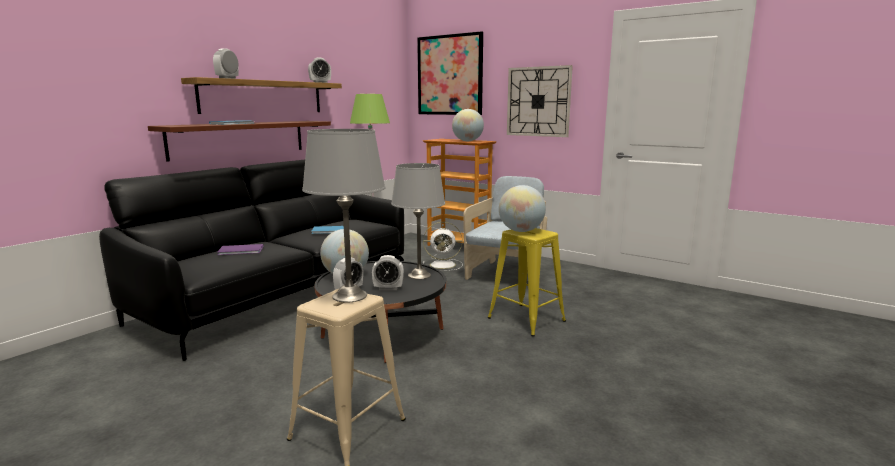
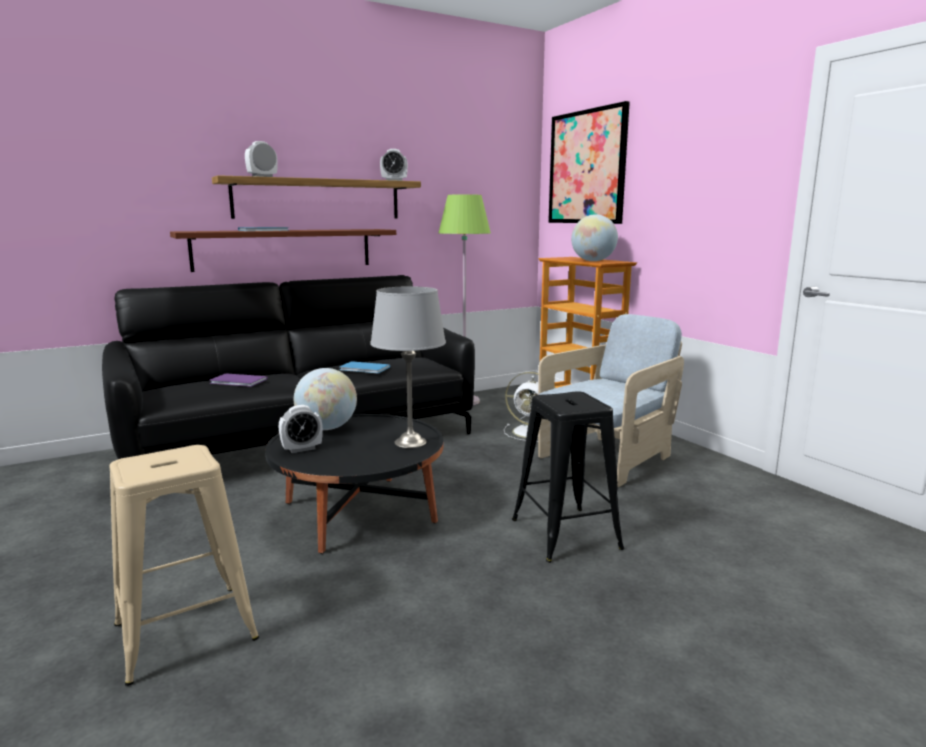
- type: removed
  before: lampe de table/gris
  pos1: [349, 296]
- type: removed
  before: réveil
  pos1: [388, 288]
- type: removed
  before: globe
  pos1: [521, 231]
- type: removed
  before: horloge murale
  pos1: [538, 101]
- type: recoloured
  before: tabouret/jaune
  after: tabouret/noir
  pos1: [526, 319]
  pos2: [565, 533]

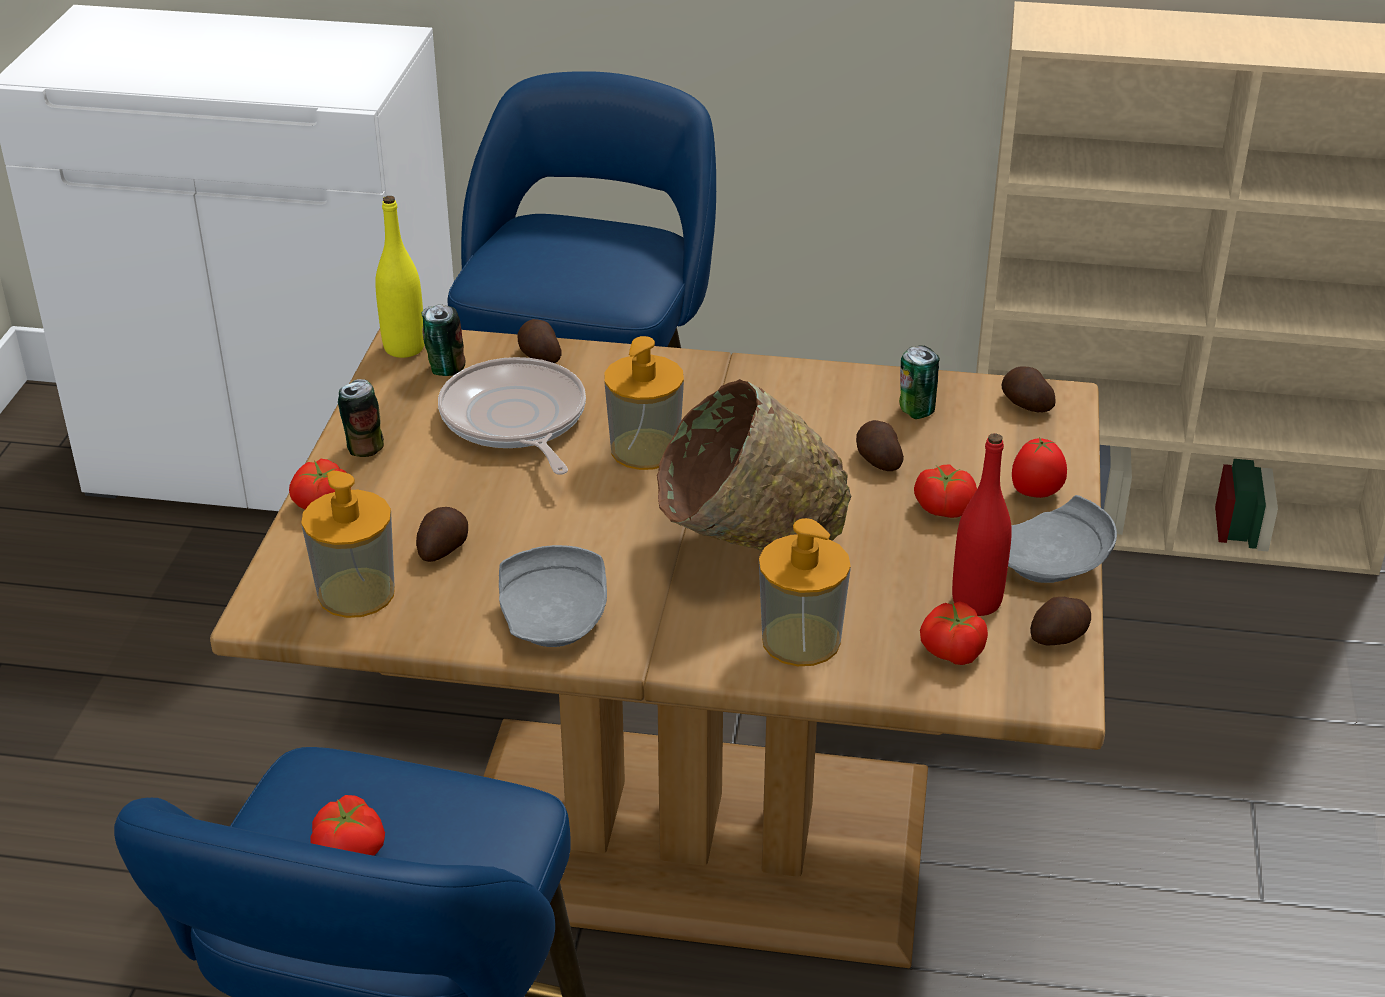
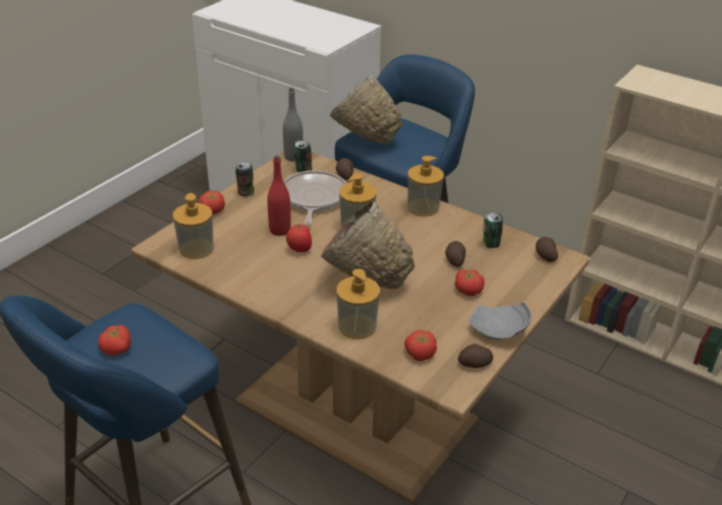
- type: removed
  before: pomme de terre
  pos1: [442, 548]
- type: removed
  before: assiette/gris
  pos1: [555, 618]
- type: added
  after: bol/marron
  pos2: [363, 140]
- type: added
  after: distributeur de savon
  pos2: [423, 207]
- type: moved
  before: bouteille/rouge
  pos1: [976, 602]
  pos2: [280, 230]
- type: moved
  before: tomate
  pos1: [1036, 494]
  pos2: [299, 250]
- type: recoloured
  before: bouteille/jaune
  after: bouteille/gris
  pos1: [404, 348]
  pos2: [293, 157]

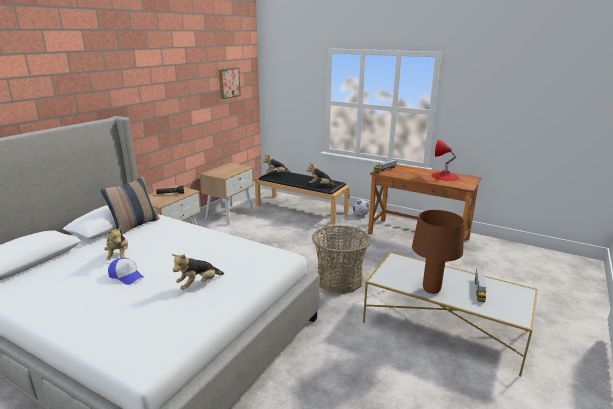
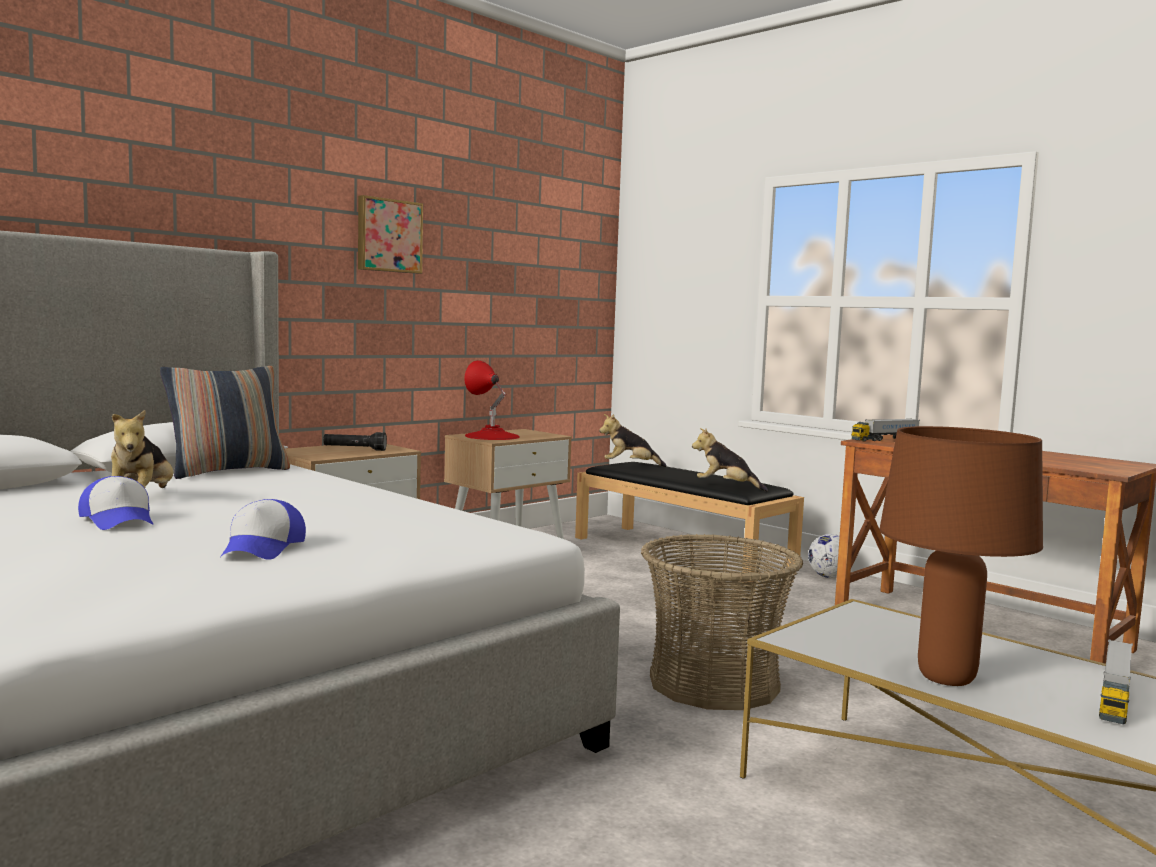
- type: moved
  before: tableau
  pos1: [228, 83]
  pos2: [388, 235]
- type: moved
  before: lampe de table/rouge
  pos1: [445, 176]
  pos2: [492, 436]
- type: replaced
  before: peluche
  after: casquette
  pos1: [198, 284]
  pos2: [263, 548]

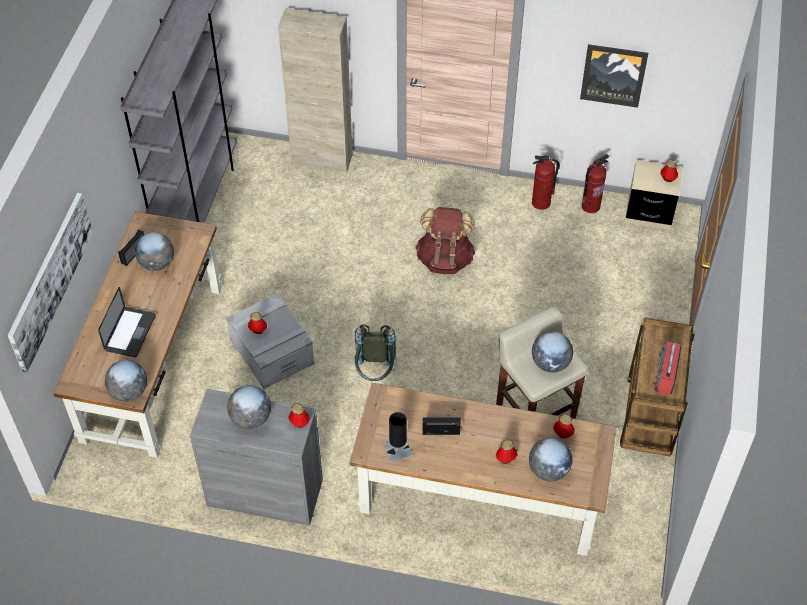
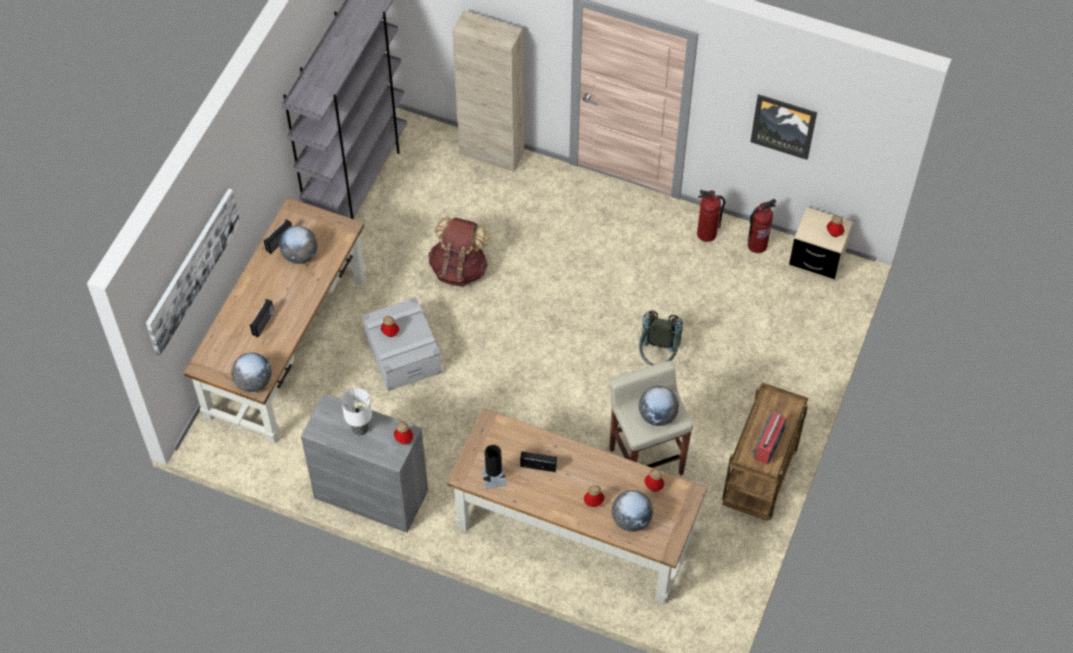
- type: moved
  before: sac à dos/gris
  pos1: [375, 373]
  pos2: [657, 357]
- type: moved
  before: sac à dos/marron
  pos1: [445, 259]
  pos2: [459, 268]
- type: replaced
  before: ordinateur portable
  after: radio
  pos1: [130, 333]
  pos2: [263, 323]
- type: replaced
  before: globe
  after: lampe de table
  pos1: [251, 418]
  pos2: [359, 428]

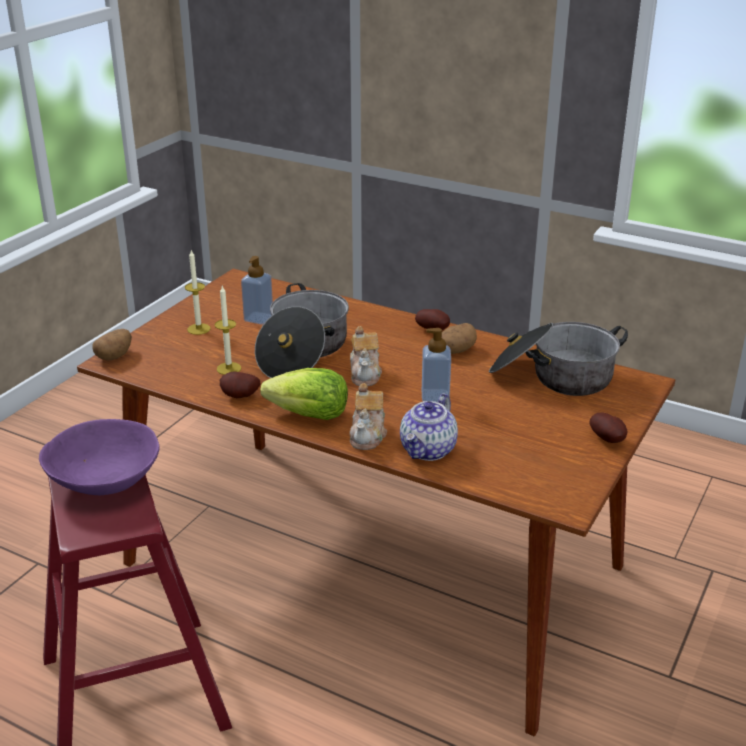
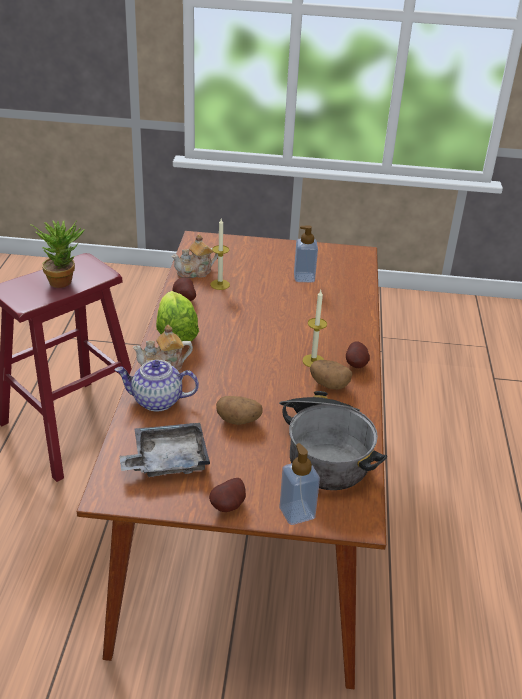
- type: removed
  before: marmite
  pos1: [303, 352]
- type: added
  after: plateau/gris
  pos2: [167, 460]
- type: moved
  before: pomme de terre
  pos1: [114, 356]
  pos2: [239, 420]
- type: moved
  before: bougie
  pos1: [199, 329]
  pos2: [313, 361]
- type: moved
  before: théière
  pos1: [365, 374]
  pos2: [195, 272]
- type: moved
  before: distributeur de savon
  pos1: [435, 397]
  pos2: [297, 513]
- type: replaced
  before: bol/violet
  after: plante en pot
  pos1: [104, 480]
  pos2: [64, 280]

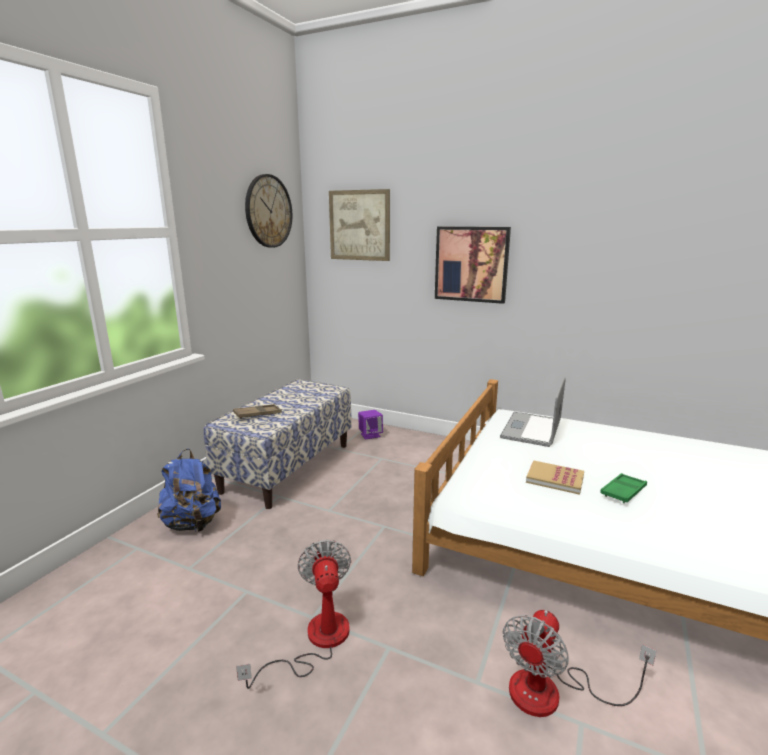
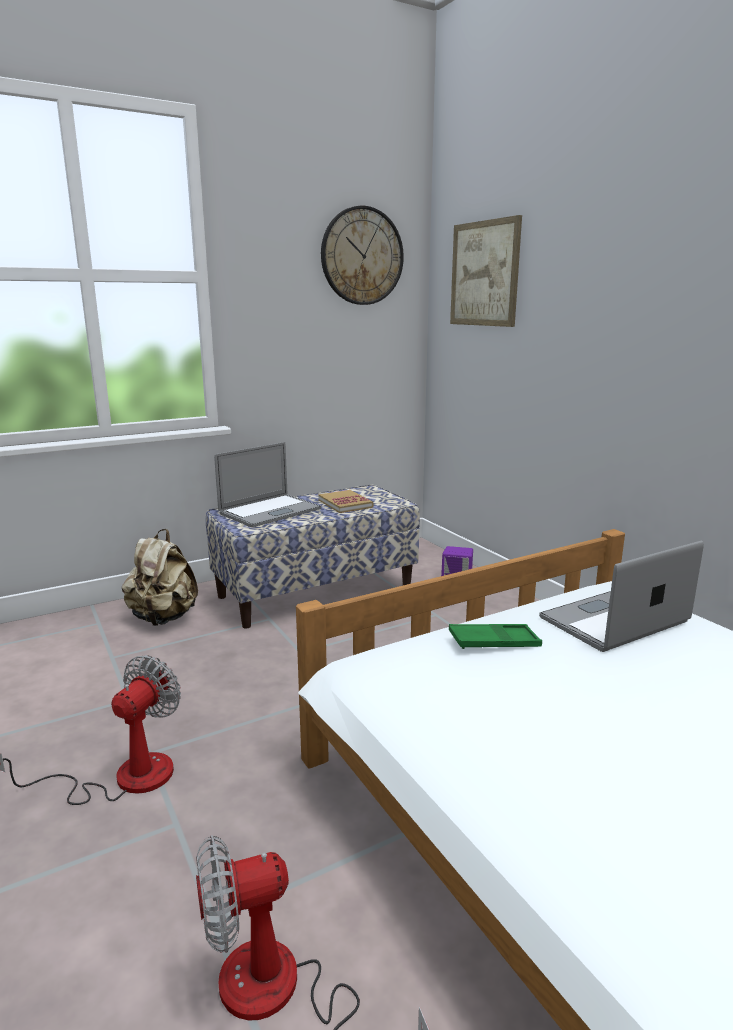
- type: removed
  before: tableau
  pos1: [471, 264]
- type: moved
  before: livre
  pos1: [555, 479]
  pos2: [345, 503]
- type: moved
  before: plateau/vert
  pos1: [623, 491]
  pos2: [494, 642]
- type: replaced
  before: plateau/marron
  after: ordinateur portable
  pos1: [257, 414]
  pos2: [270, 511]
- type: recoloured
  before: sac à dos/bleu
  after: sac à dos/beige
  pos1: [193, 524]
  pos2: [163, 618]

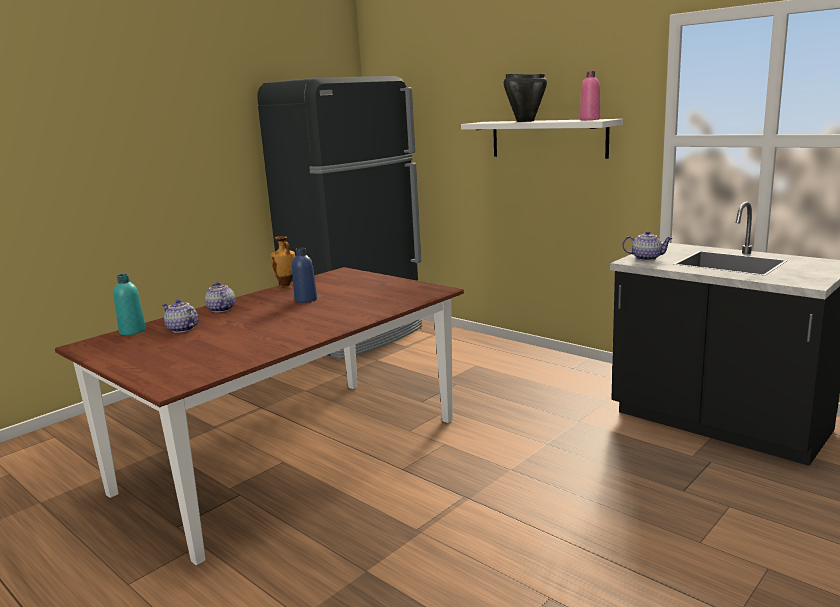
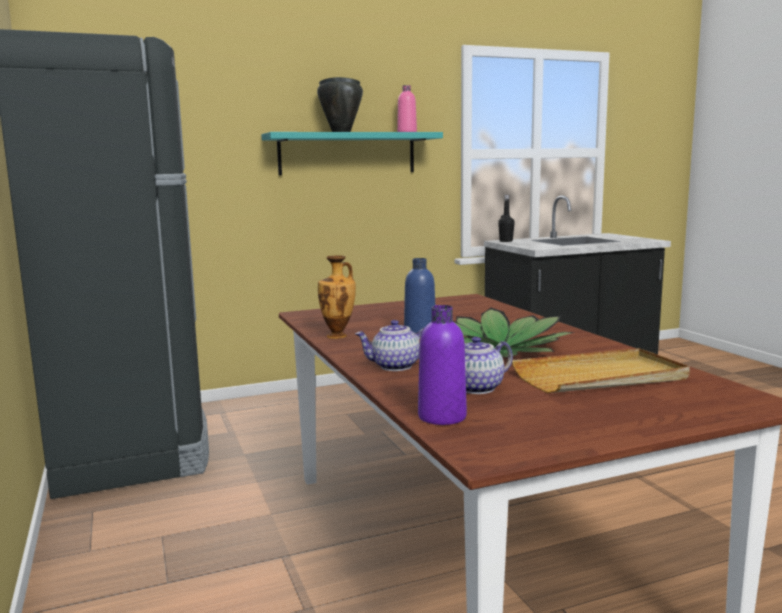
- type: removed
  before: théière
  pos1: [646, 258]
- type: added
  after: plante en pot
  pos2: [502, 349]
- type: added
  after: bouteille/noir
  pos2: [506, 241]
- type: added
  after: plateau/beige
  pos2: [601, 377]
- type: recoloured
  before: bouteille/turquoise
  after: bouteille/violet
  pos1: [132, 331]
  pos2: [442, 417]
- type: recoloured
  before: étagère/blanc
  after: étagère/turquoise
  pos1: [548, 139]
  pos2: [347, 153]

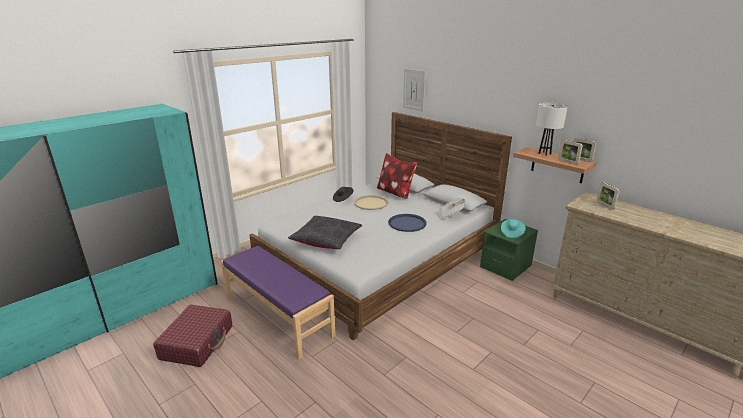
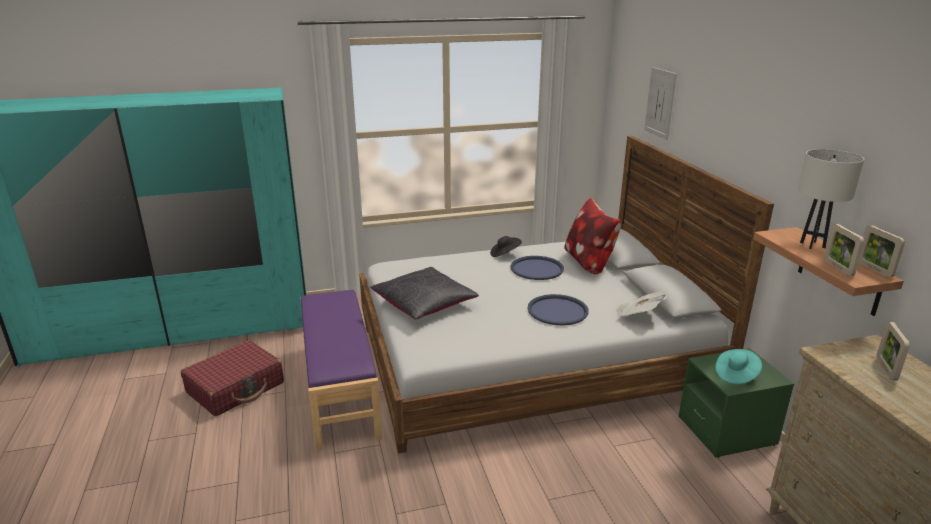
- type: recoloured
  before: plateau/beige
  after: plateau/bleu
  pos1: [371, 203]
  pos2: [536, 269]

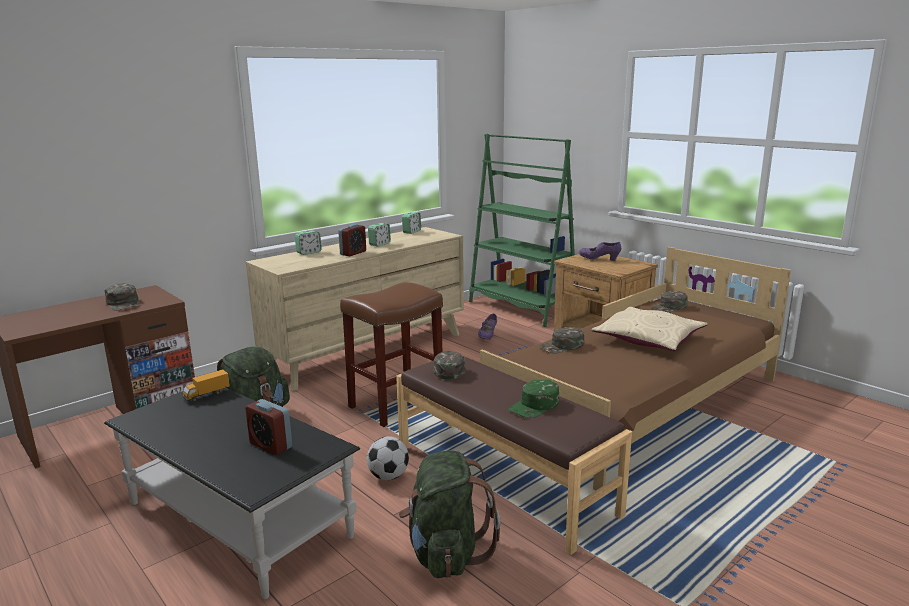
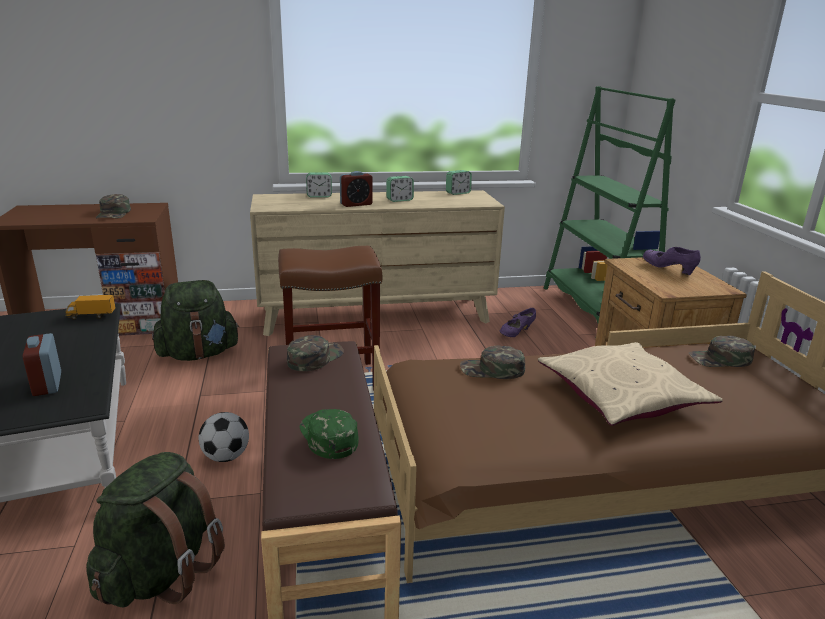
- type: turned
  before: casquette/vert
  pos1: [535, 406]
  pos2: [327, 437]
  turn: 75

